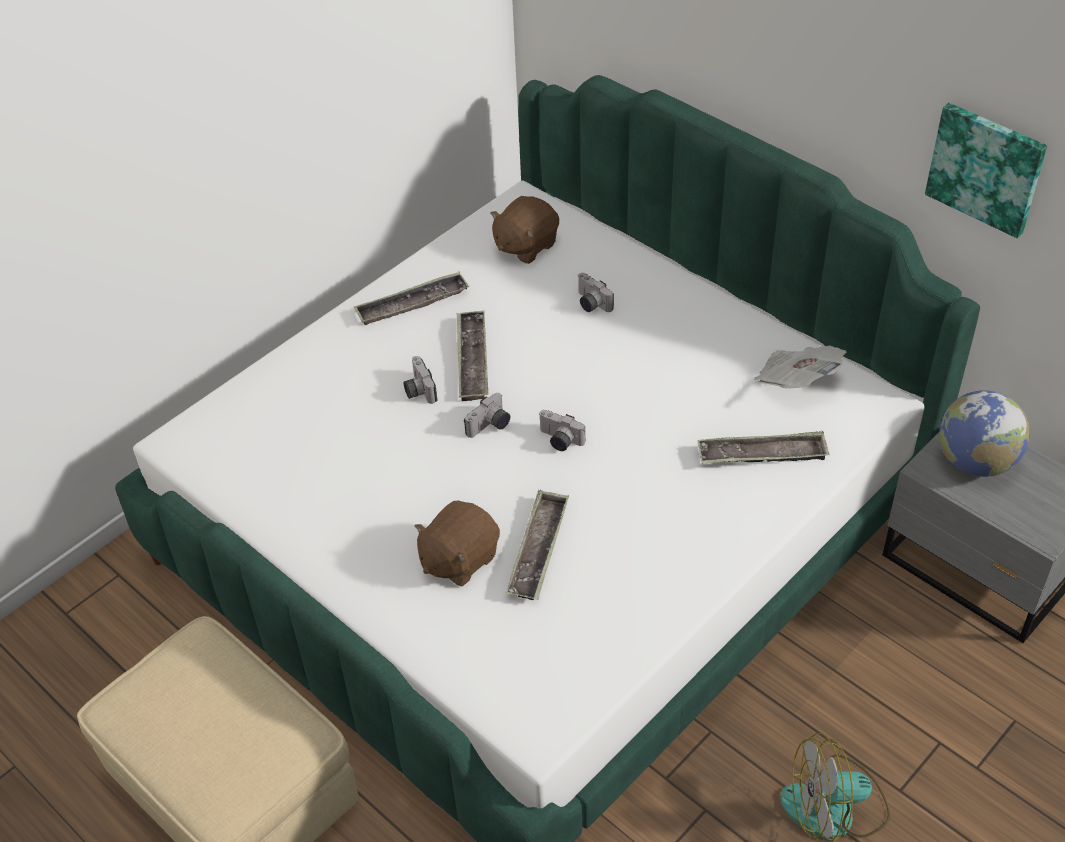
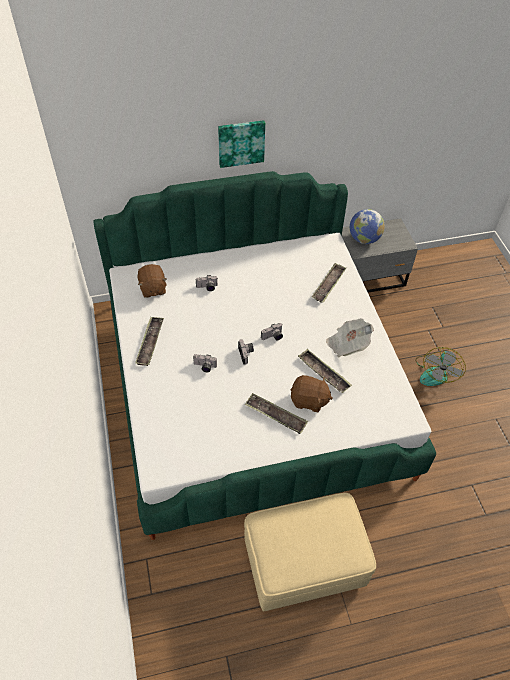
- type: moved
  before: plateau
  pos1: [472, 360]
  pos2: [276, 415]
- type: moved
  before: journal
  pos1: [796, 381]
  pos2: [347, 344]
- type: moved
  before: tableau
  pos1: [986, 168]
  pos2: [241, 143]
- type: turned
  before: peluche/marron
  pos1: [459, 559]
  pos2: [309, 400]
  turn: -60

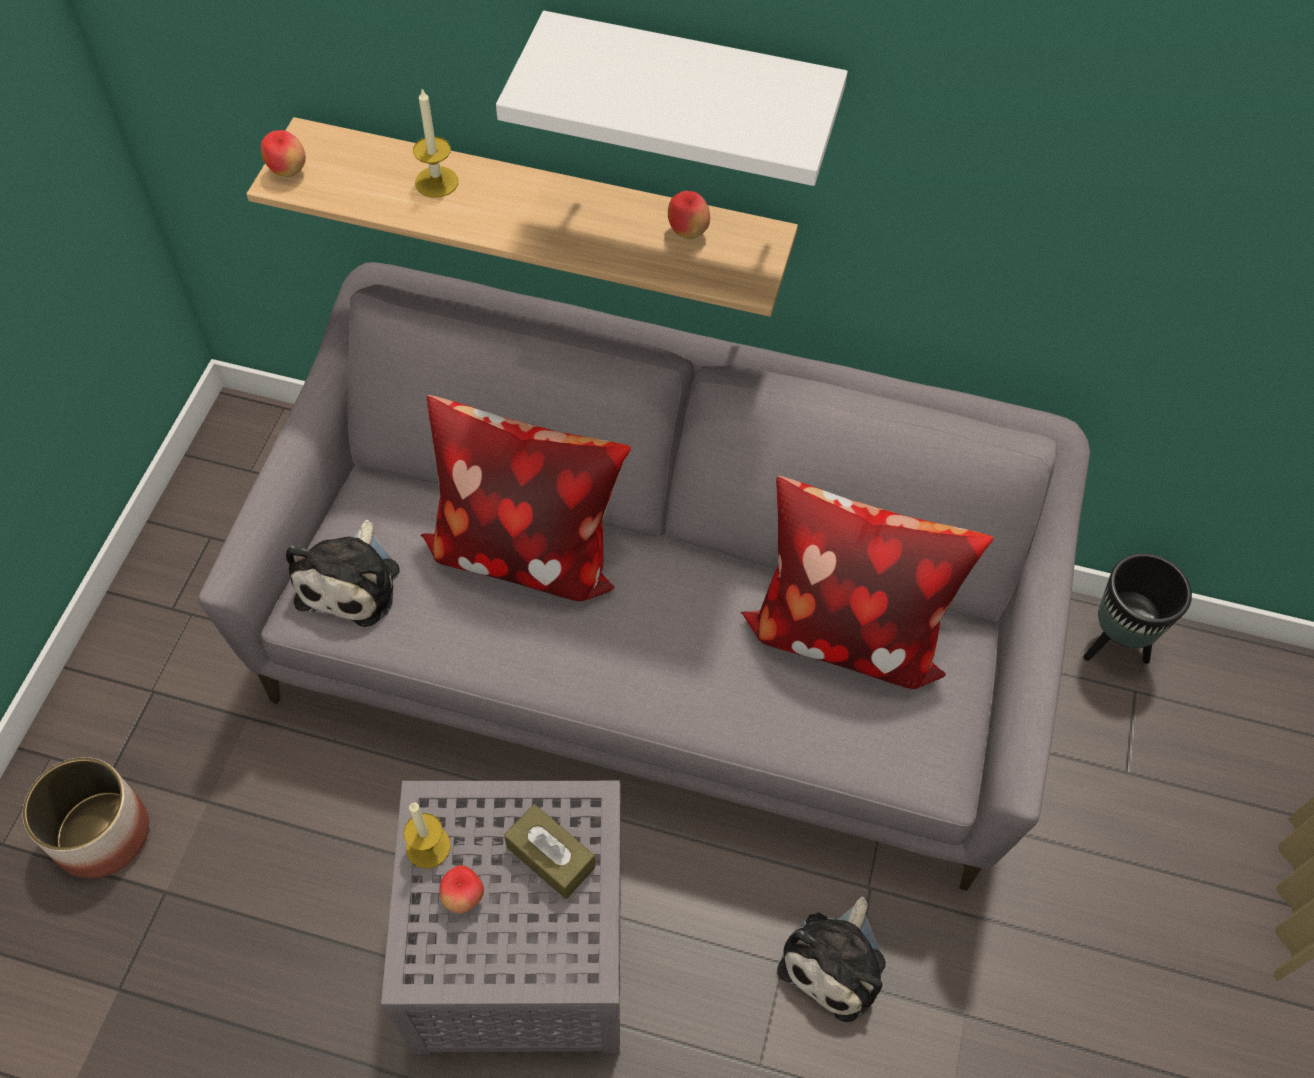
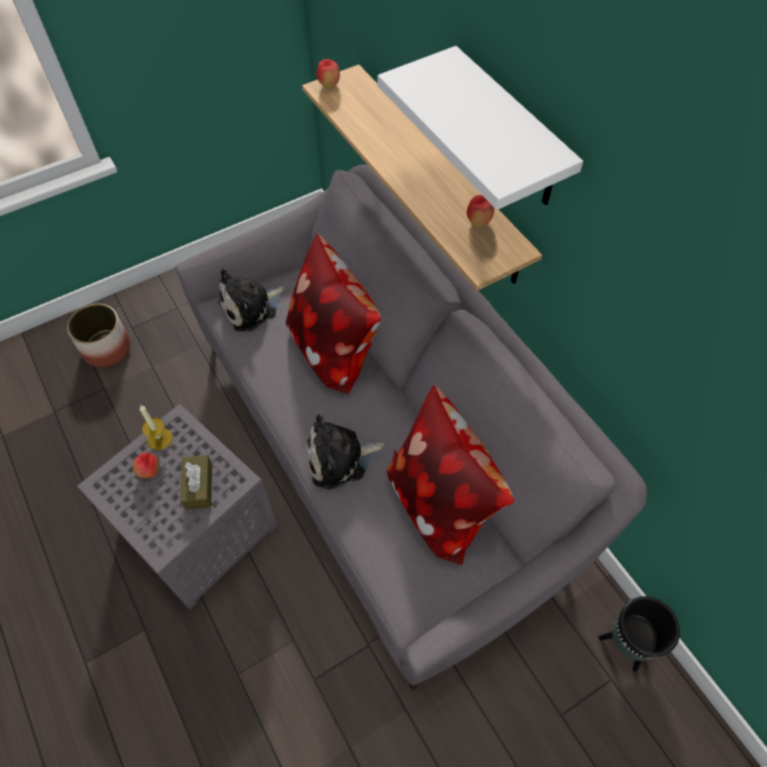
- type: removed
  before: bougie
  pos1: [436, 182]
- type: moved
  before: peluche
  pos1: [836, 961]
  pos2: [340, 458]

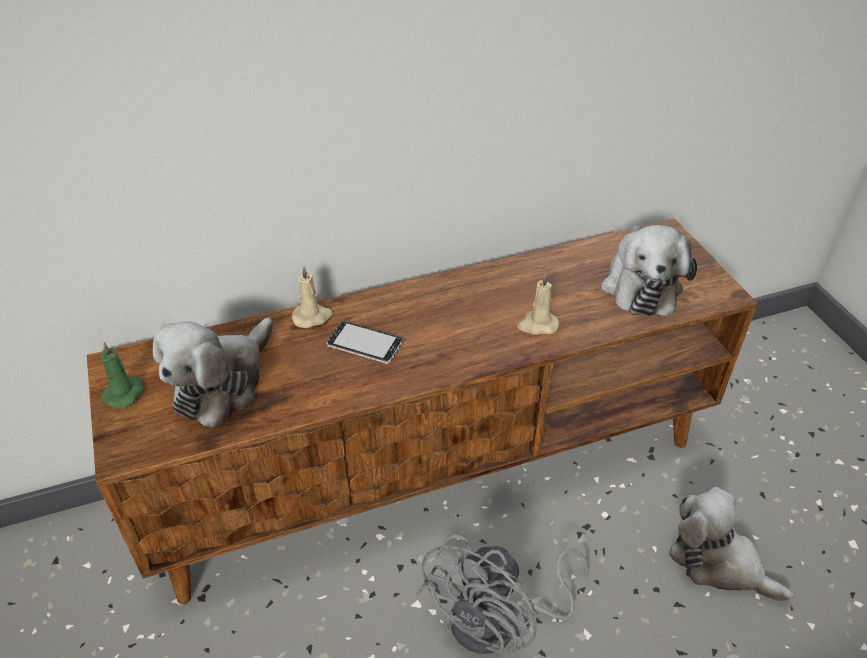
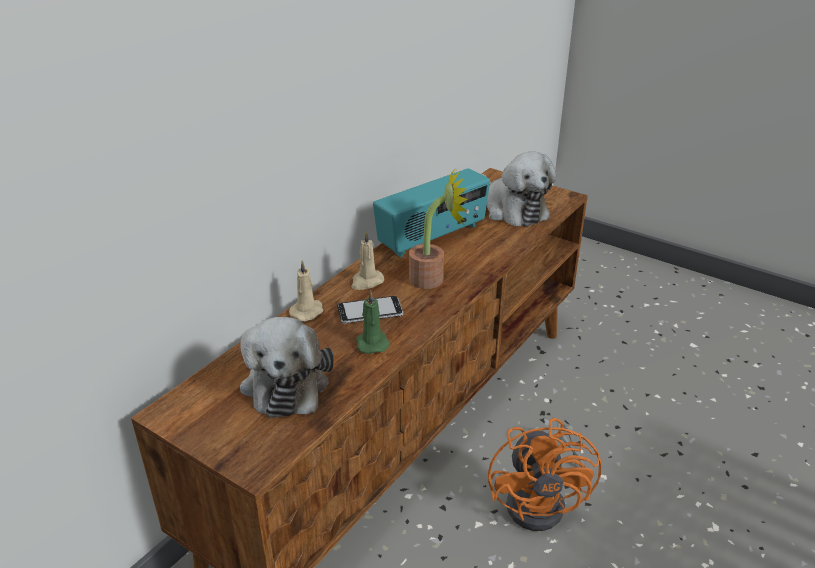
- type: removed
  before: peluche
  pos1: [718, 562]
- type: added
  after: radio
  pos2: [433, 238]
- type: added
  after: plante en pot
  pos2: [433, 278]
- type: moved
  before: bougie/vert
  pos1: [125, 393]
  pos2: [372, 343]
- type: moved
  before: bougie/beige
  pos1: [537, 325]
  pos2: [366, 282]
- type: recoloured
  before: ventilateur/gris
  after: ventilateur/orange
  pos1: [499, 622]
  pos2: [543, 501]

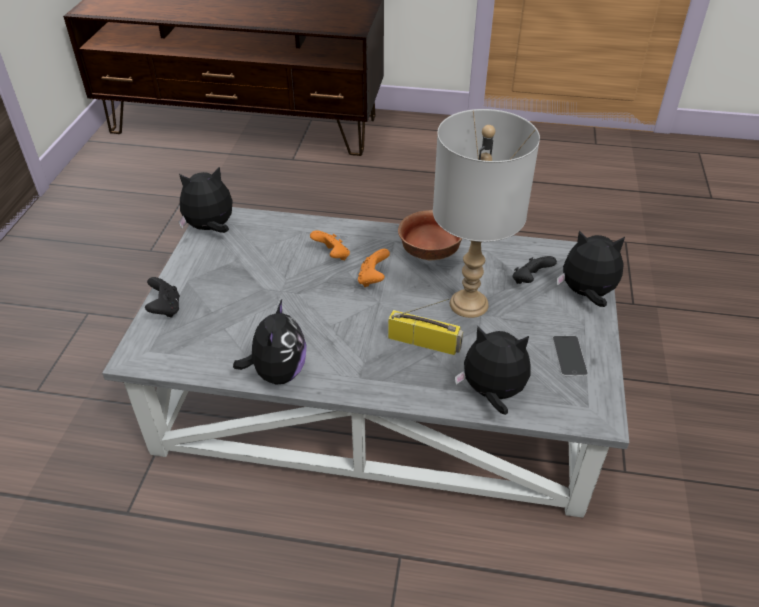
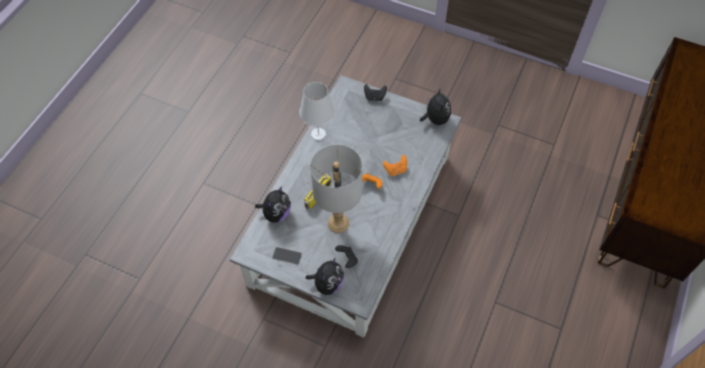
- type: removed
  before: bol
  pos1: [429, 254]
- type: replaced
  before: peluche
  after: lampe de table/blanc
  pos1: [277, 372]
  pos2: [318, 134]

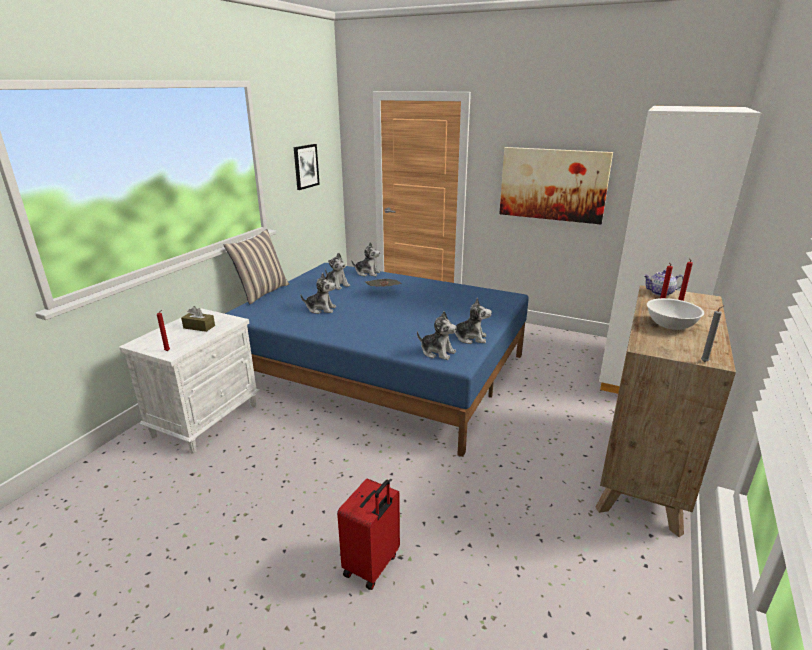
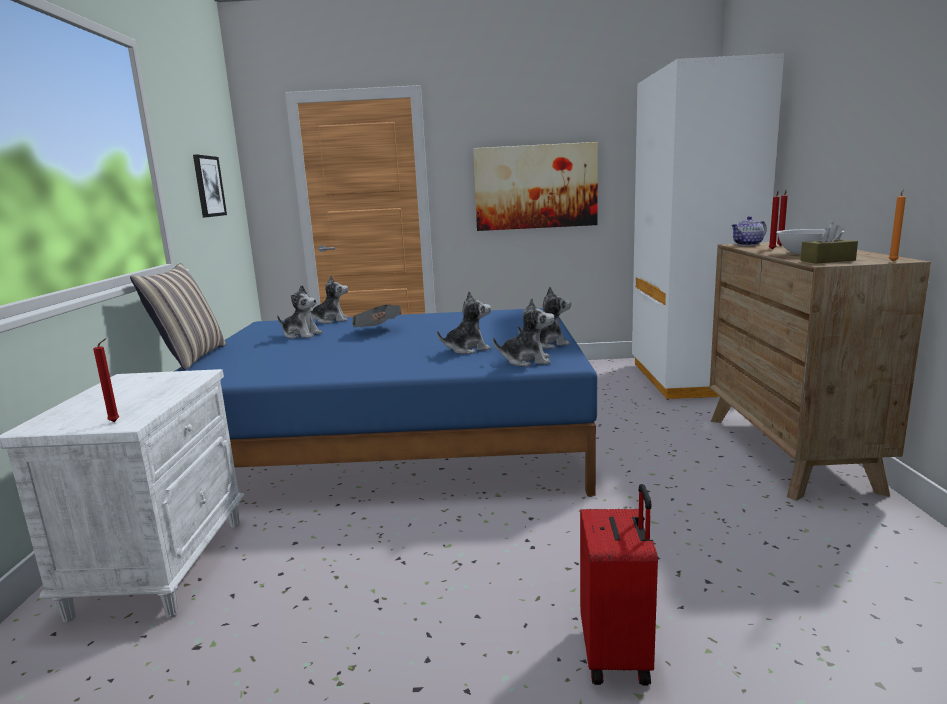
- type: moved
  before: boîte à mouchoirs/marron
  pos1: [199, 327]
  pos2: [827, 260]
- type: moved
  before: peluche
  pos1: [321, 309]
  pos2: [467, 349]
- type: recoloured
  before: bougie/gris
  after: bougie/orange
  pos1: [705, 361]
  pos2: [893, 261]

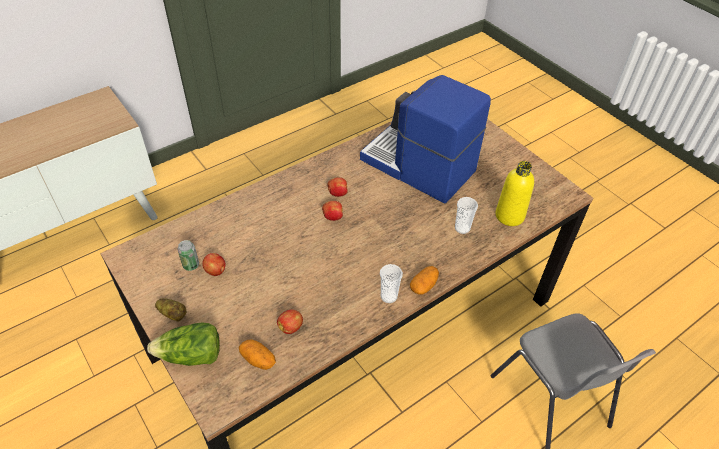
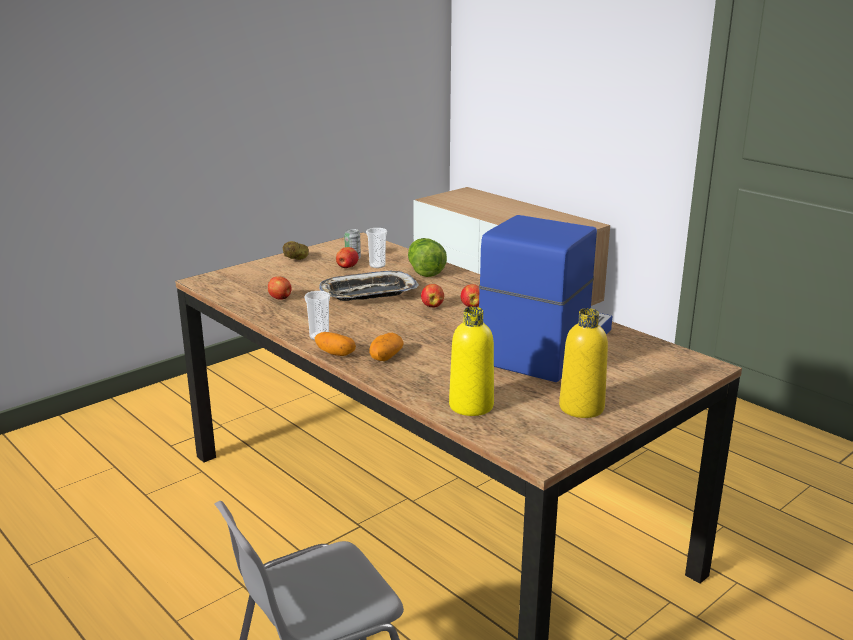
- type: added
  after: plateau
  pos2: [368, 294]
- type: added
  after: bouteille/jaune
  pos2: [581, 408]
- type: moved
  before: laitue
  pos1: [191, 355]
  pos2: [425, 270]
- type: moved
  before: pomme de terre
  pos1: [258, 360]
  pos2: [386, 357]
- type: moved
  before: tasse
  pos1: [462, 228]
  pos2: [377, 265]

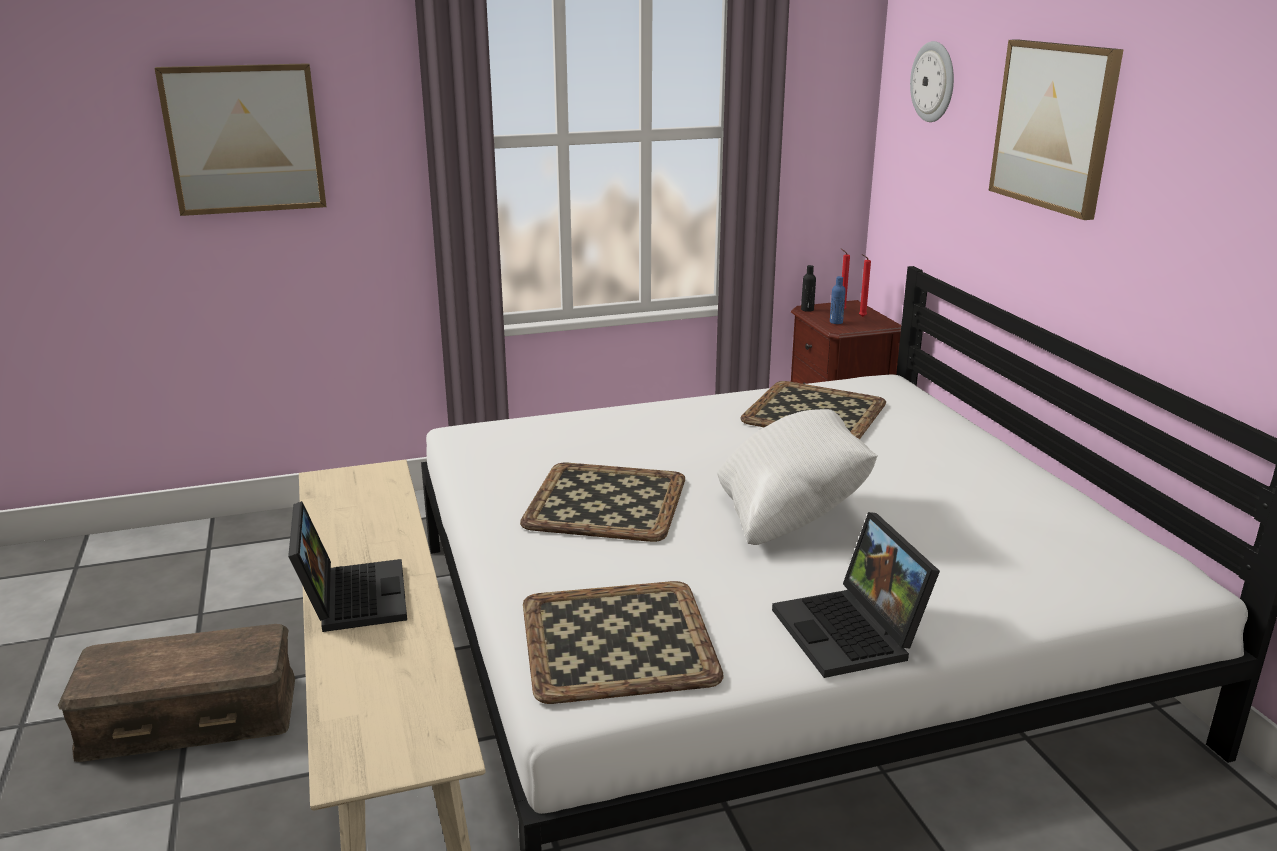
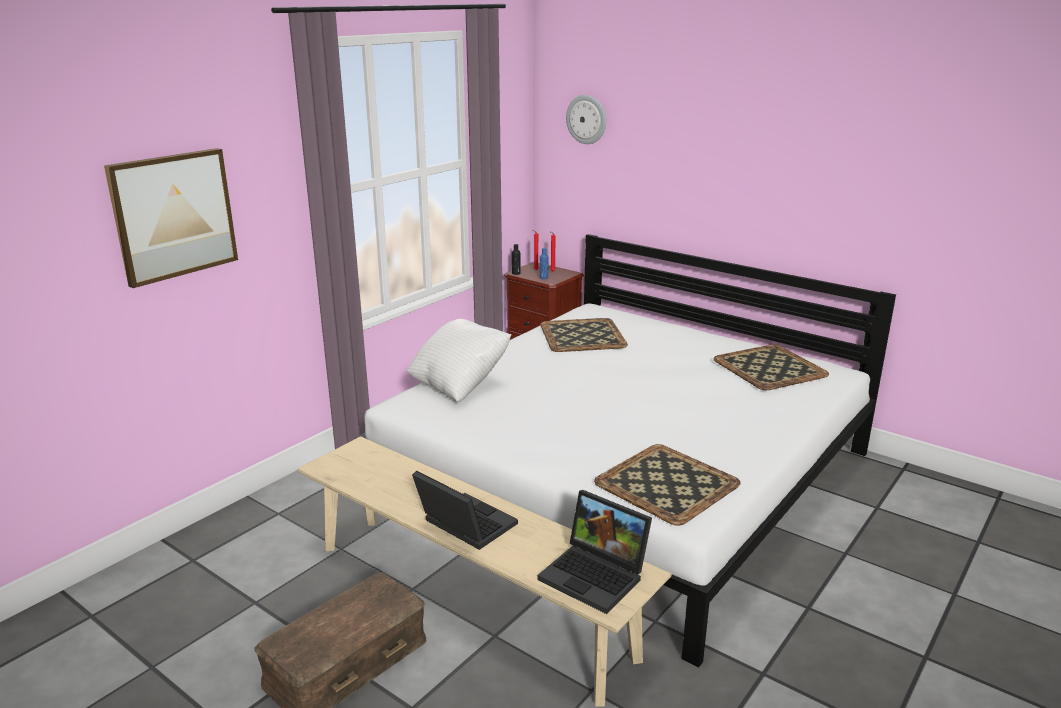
- type: removed
  before: tableau
  pos1: [1054, 126]
- type: moved
  before: plateau
  pos1: [605, 501]
  pos2: [768, 367]
- type: moved
  before: coussin/blanc
  pos1: [790, 517]
  pos2: [460, 384]
- type: moved
  before: ordinateur portable
  pos1: [852, 634]
  pos2: [596, 576]

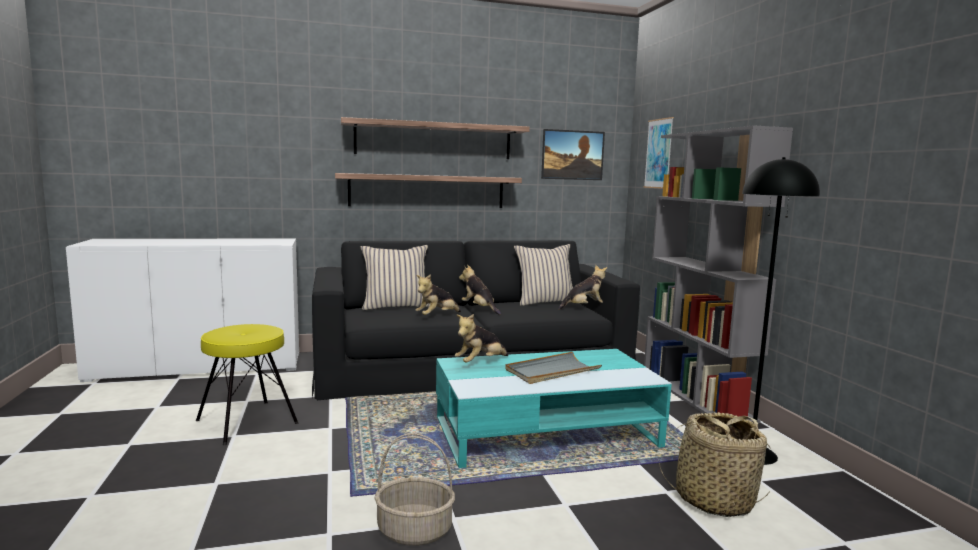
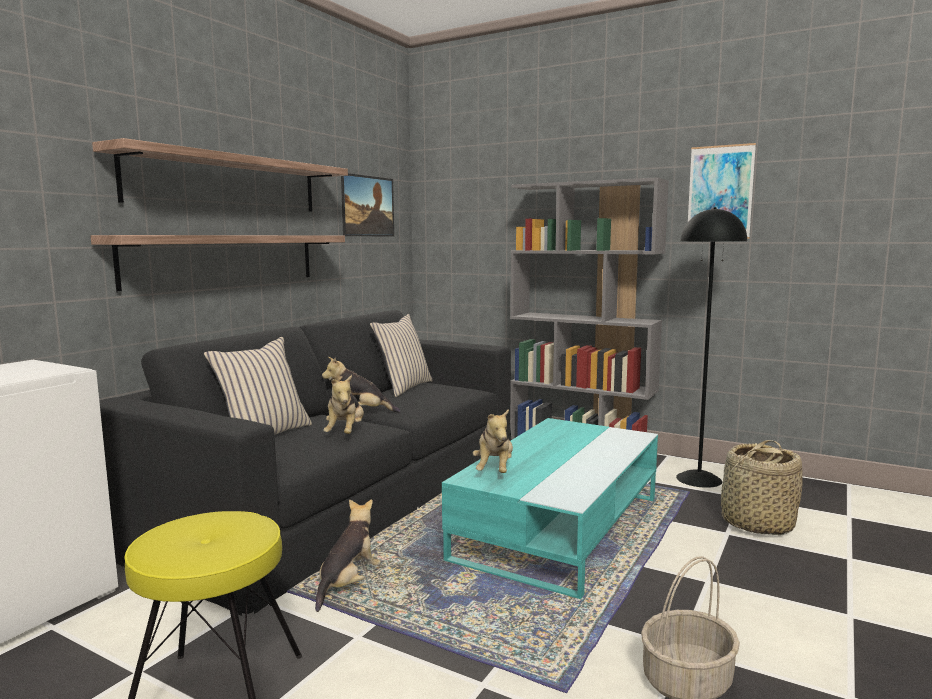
- type: removed
  before: plateau/gris
  pos1: [552, 371]
- type: moved
  before: peluche
  pos1: [584, 307]
  pos2: [348, 584]
- type: moved
  before: tableau
  pos1: [658, 153]
  pos2: [720, 192]

